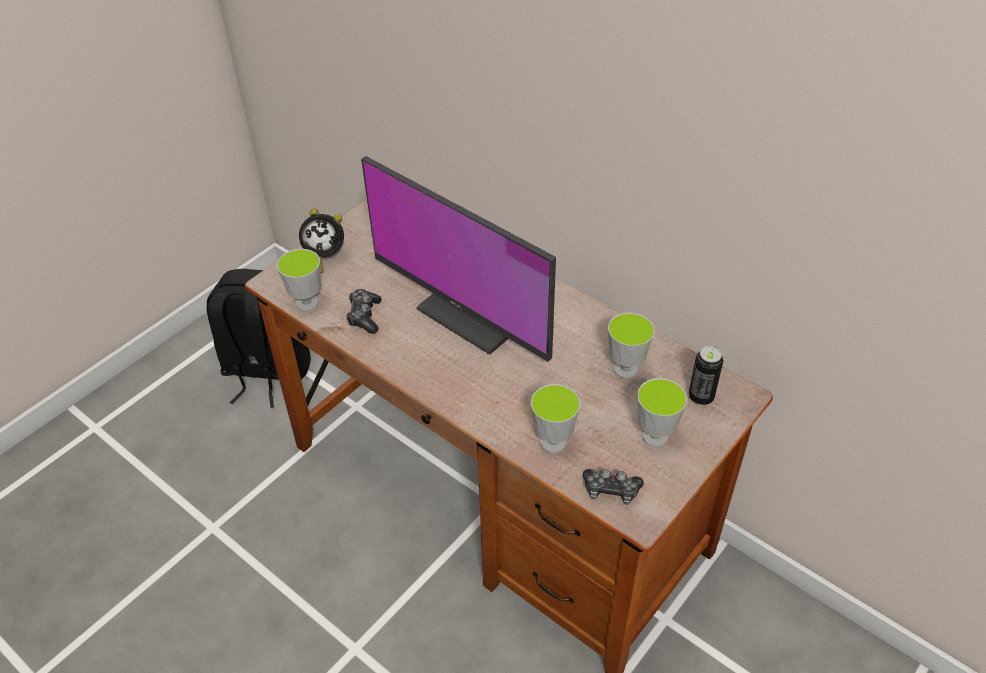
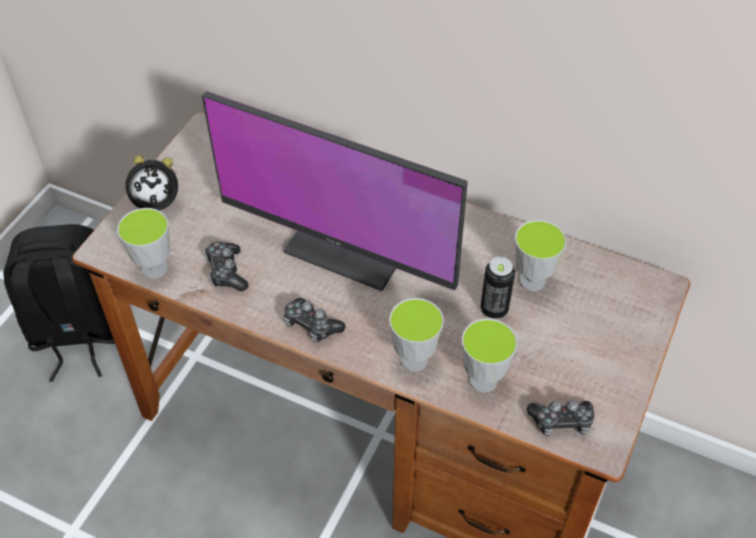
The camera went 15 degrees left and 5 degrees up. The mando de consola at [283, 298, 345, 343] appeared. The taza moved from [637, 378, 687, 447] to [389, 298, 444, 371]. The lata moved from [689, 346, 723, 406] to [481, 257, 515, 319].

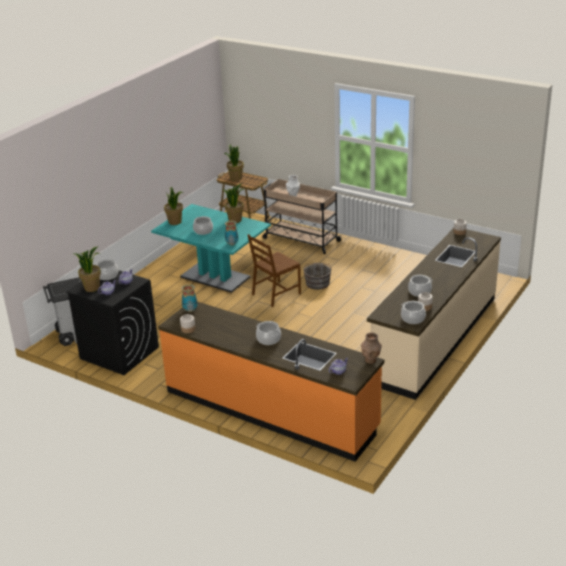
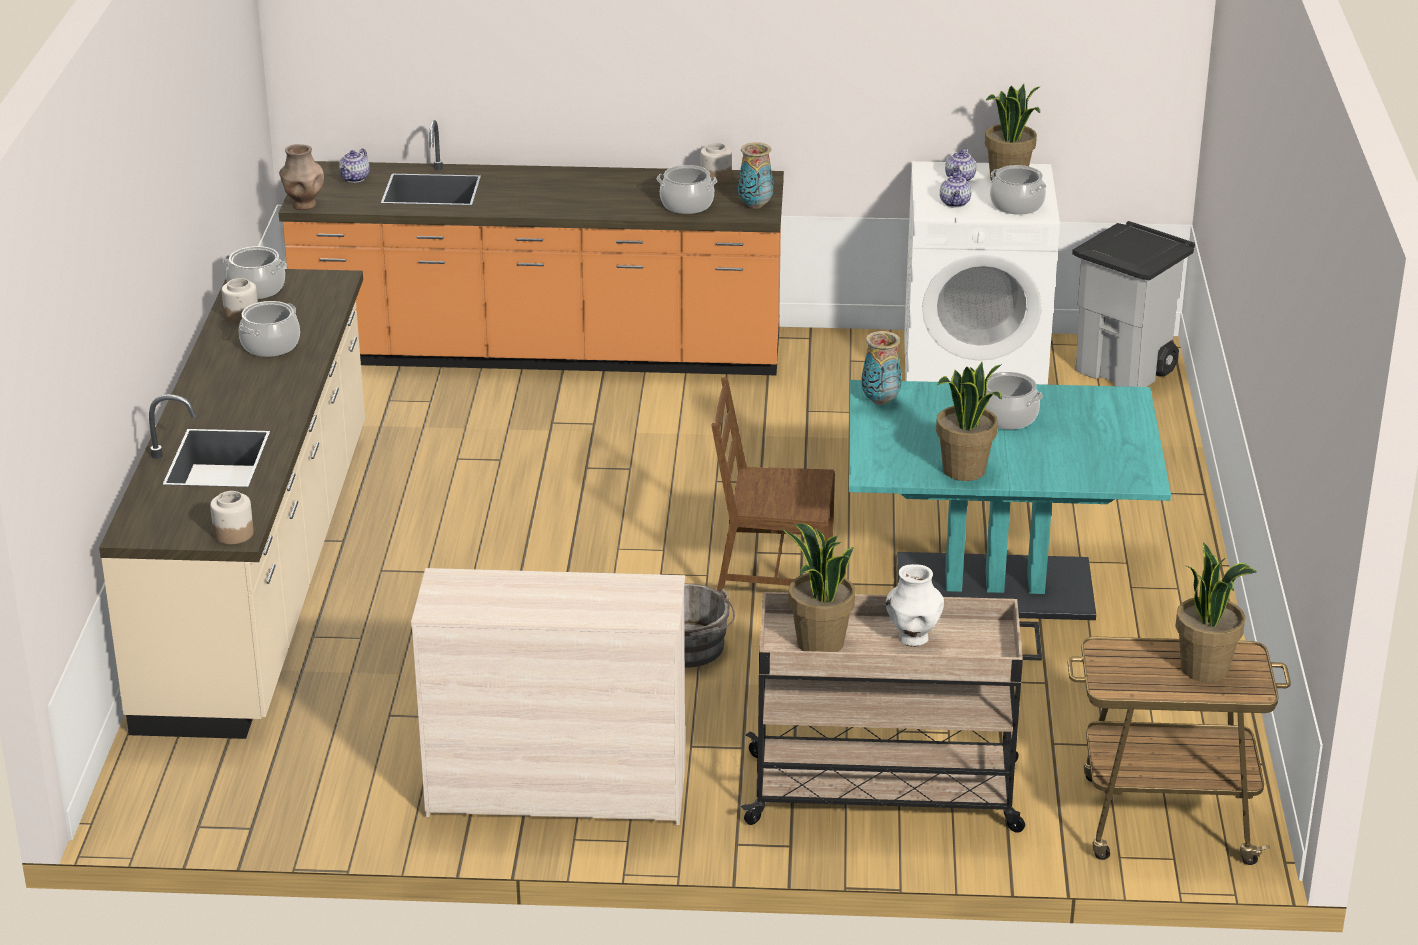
The camera went 150 degrees right and 0 degrees up. The cómoda/beis at [411, 568, 685, 825] appeared. The planta en maceta moved from [164, 186, 183, 225] to [781, 523, 855, 652]. The olla moved from [256, 321, 281, 345] to [657, 165, 717, 214]. The lavadora/negro at [66, 270, 159, 375] became the lavadora/blanco at [904, 161, 1060, 385]. The silla/marrón at [248, 234, 301, 307] turned 105 degrees counterclockwise.

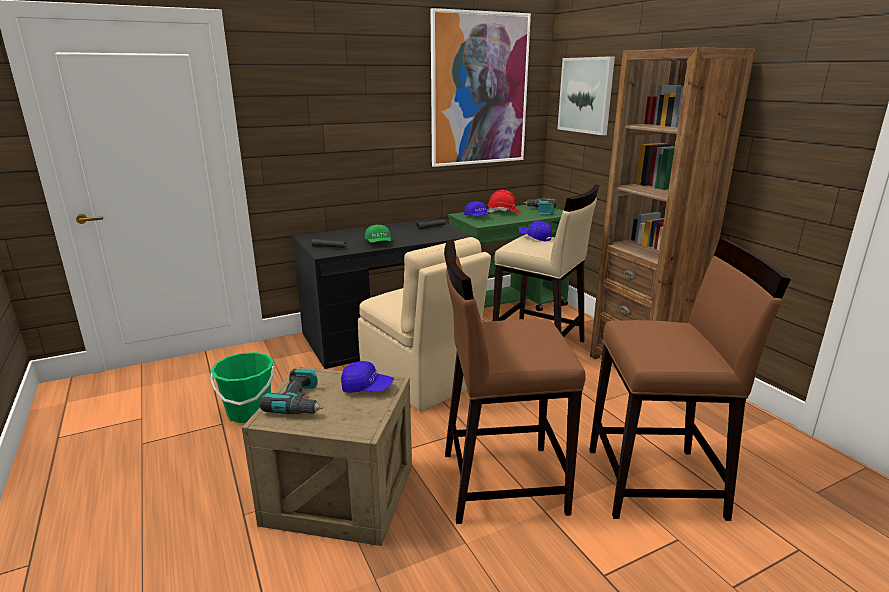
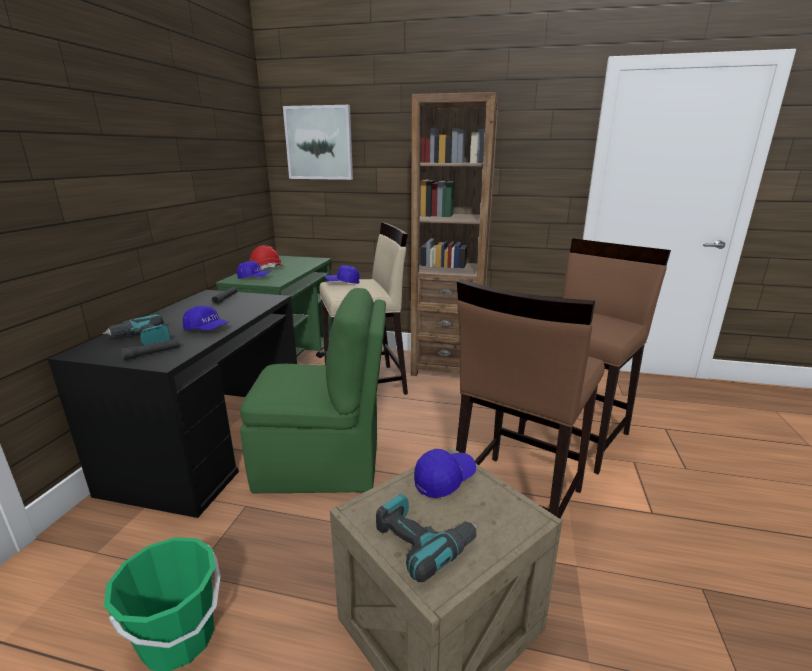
The camera went 50 degrees left and 0 degrees up. The cuadro at [430, 8, 531, 167] disappeared. The taladro moved from [524, 198, 557, 215] to [103, 314, 170, 345]. The silla/beis at [358, 237, 491, 411] became the silla/verde at [240, 288, 386, 494]. The gorra/verde at [365, 224, 391, 243] became the gorra/azul at [183, 306, 229, 330].

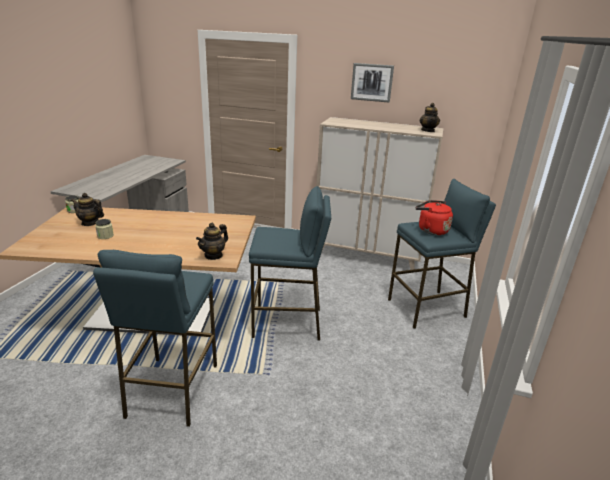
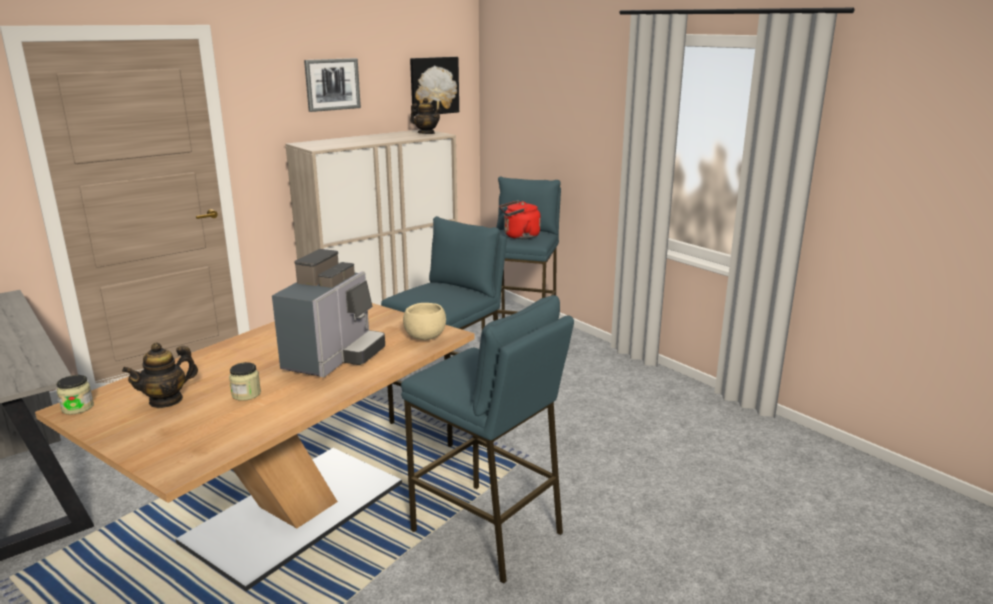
The camera went 55 degrees left and 5 degrees down. The cafetera at [272, 249, 385, 377] appeared. The cuadro at [410, 57, 459, 116] appeared. The tetera at [196, 223, 228, 260] was replaced by the cuenco/beis at [403, 303, 446, 340].

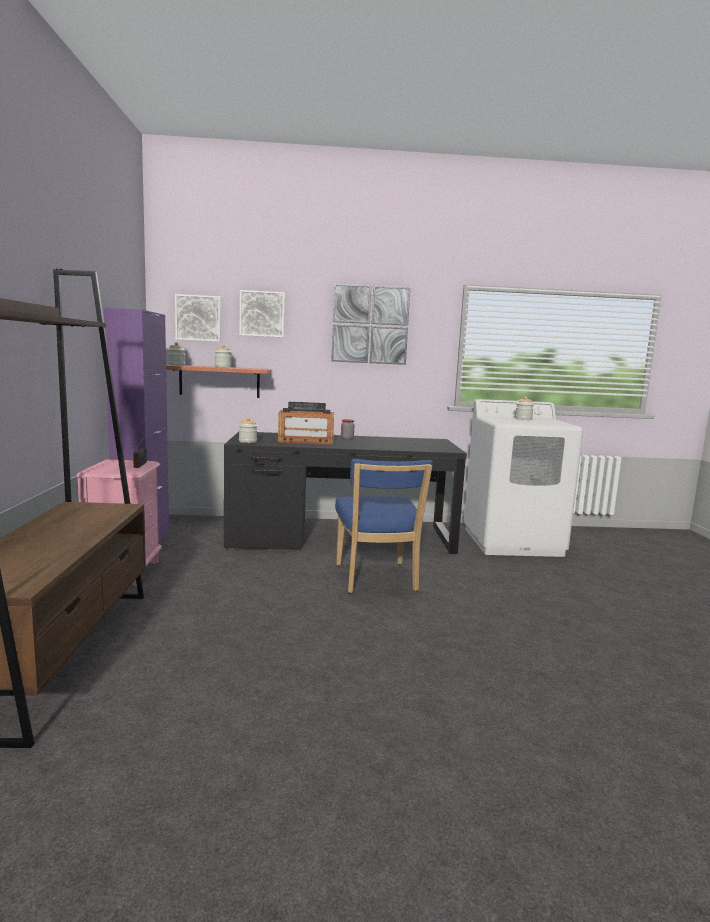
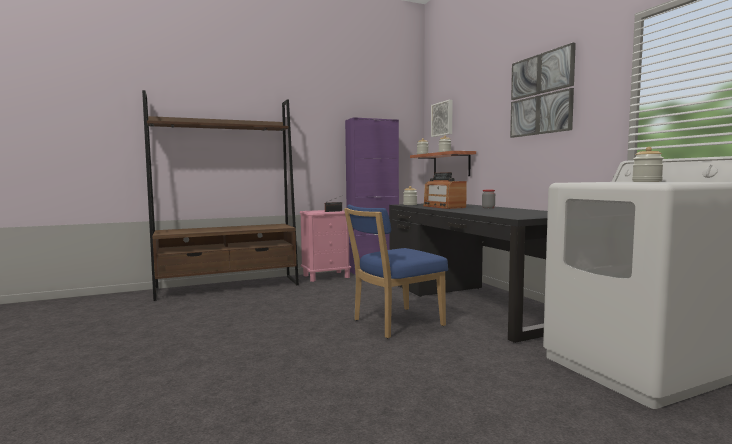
The camera went 70 degrees right and 5 degrees down. The cuadro at [240, 290, 285, 337] disappeared.

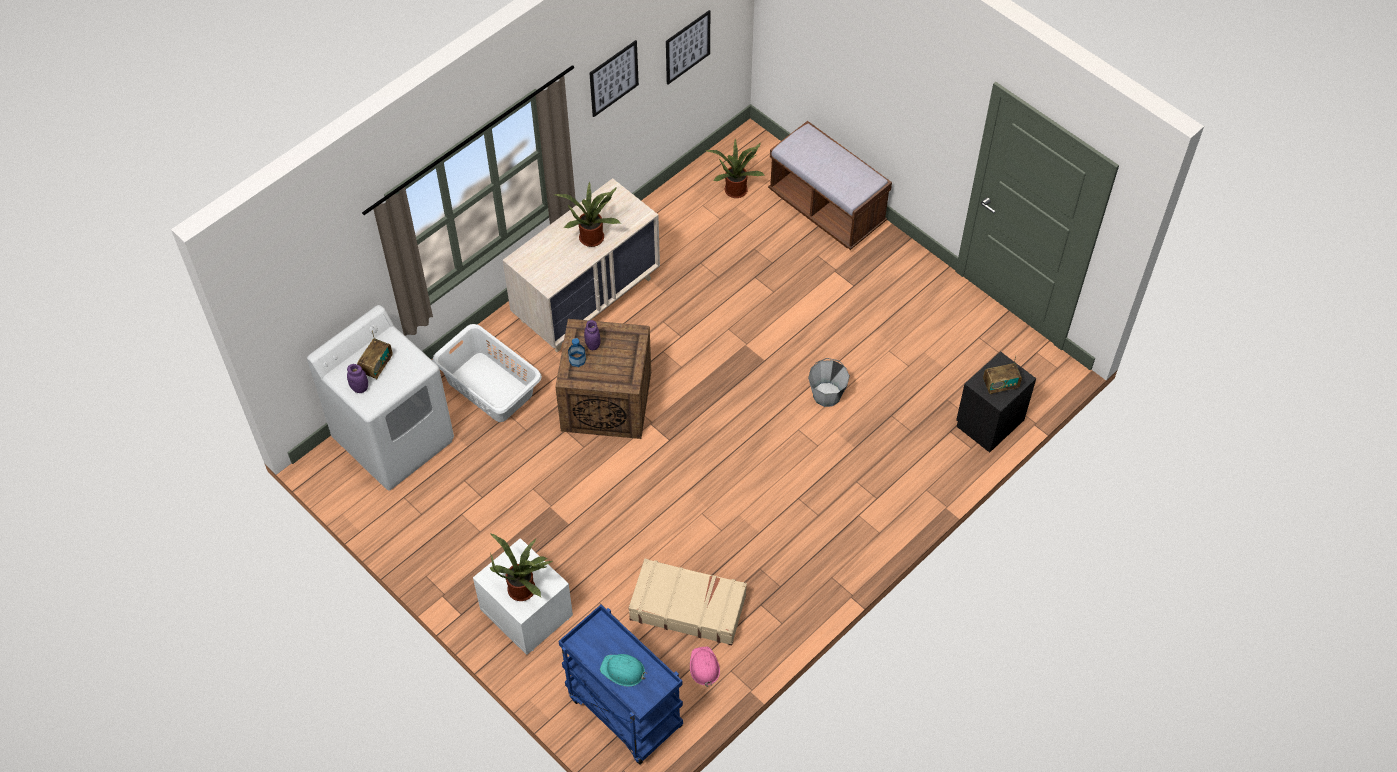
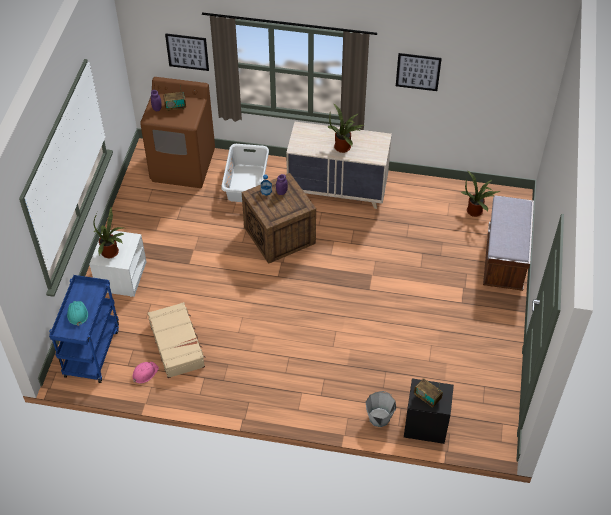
The camera went 55 degrees right and 5 degrees down. The cuadro moved from [666, 10, 710, 85] to [165, 33, 209, 71]. The cubo/gris moved from [808, 358, 850, 407] to [366, 391, 396, 427]. The lavadora/blanco at [307, 305, 454, 491] became the lavadora/marrón at [140, 77, 215, 188].

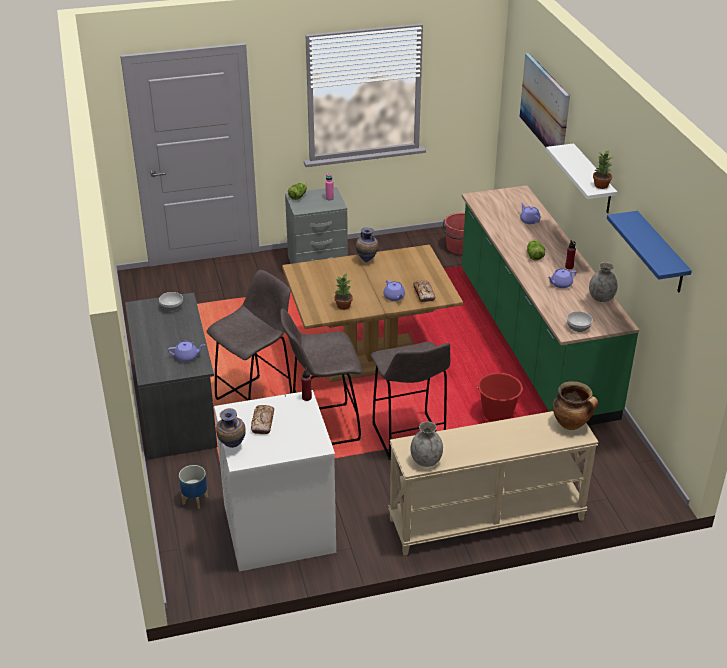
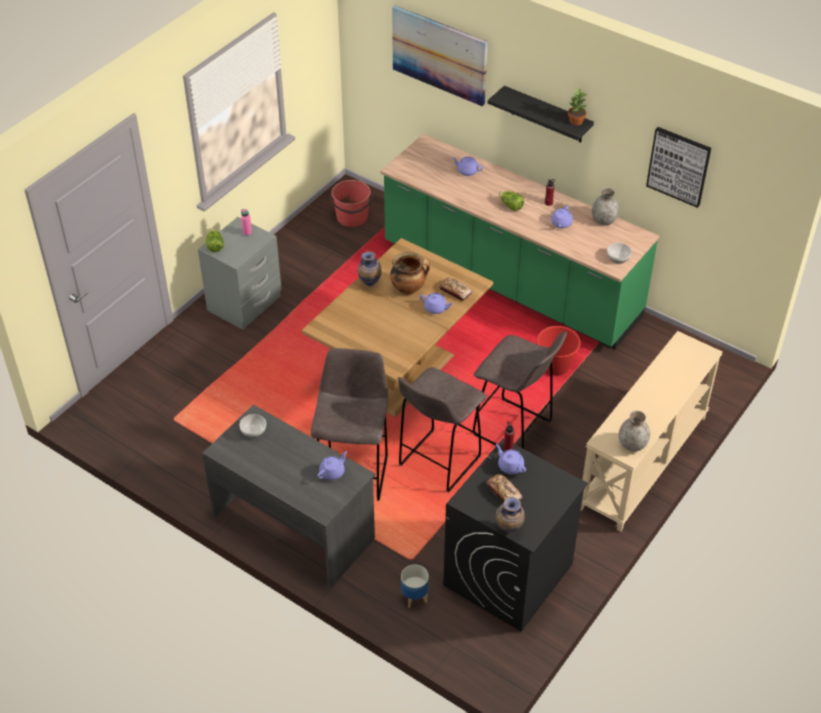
The camera went 40 degrees left and 10 degrees up. The planta en maceta at [334, 274, 353, 310] disappeared. The tetera/morado at [496, 444, 526, 474] appeared. The olla moved from [553, 381, 598, 430] to [390, 252, 430, 295]. The estante/azul at [607, 211, 692, 292] was replaced by the cuadro at [646, 127, 711, 208]. The lavadora/blanco at [214, 390, 336, 571] became the lavadora/negro at [443, 439, 588, 632]. The estante/blanco at [546, 143, 617, 213] became the estante/negro at [488, 86, 594, 143].

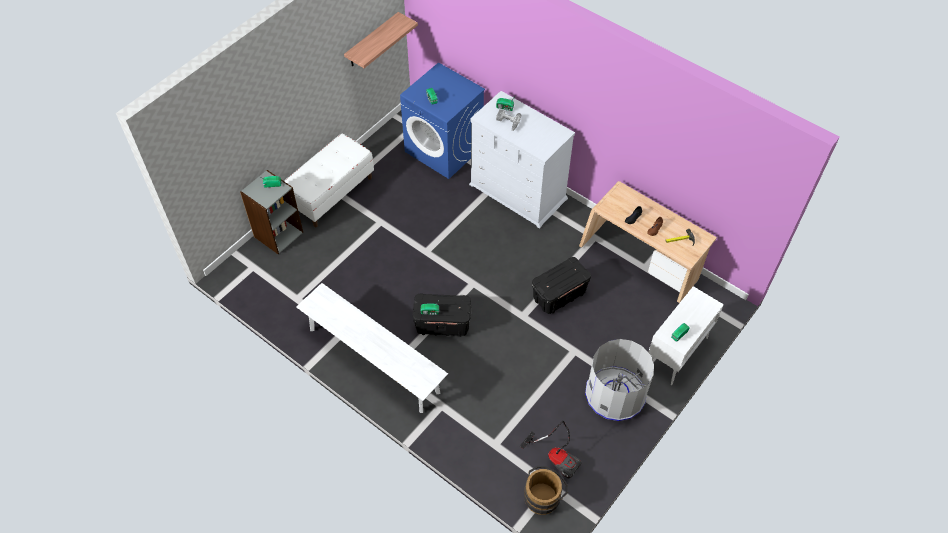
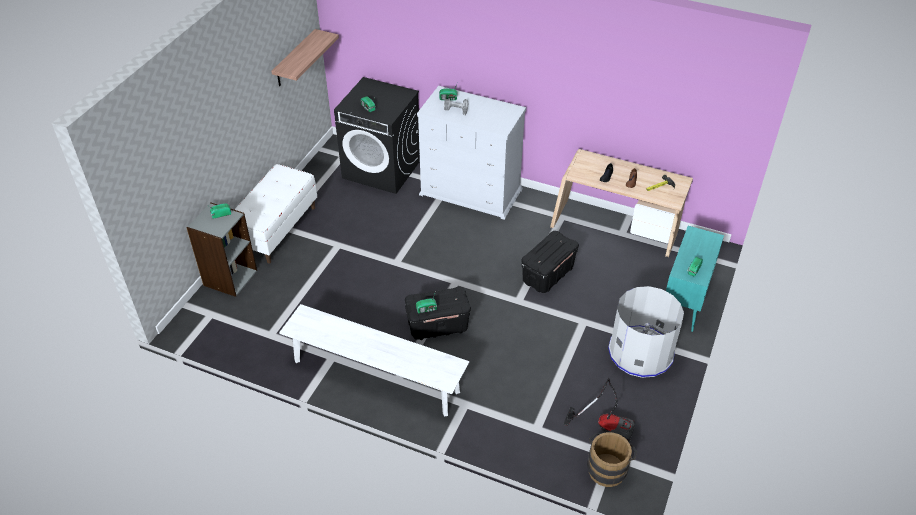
The camera went 15 degrees left and 10 degrees down. The lavadora/azul at [400, 62, 485, 179] became the lavadora/negro at [334, 77, 420, 194]. The armario/blanco at [648, 286, 724, 385] became the armario/turquesa at [666, 226, 724, 332].

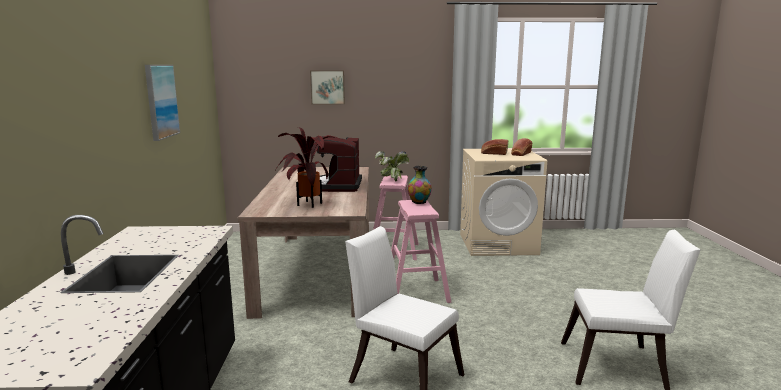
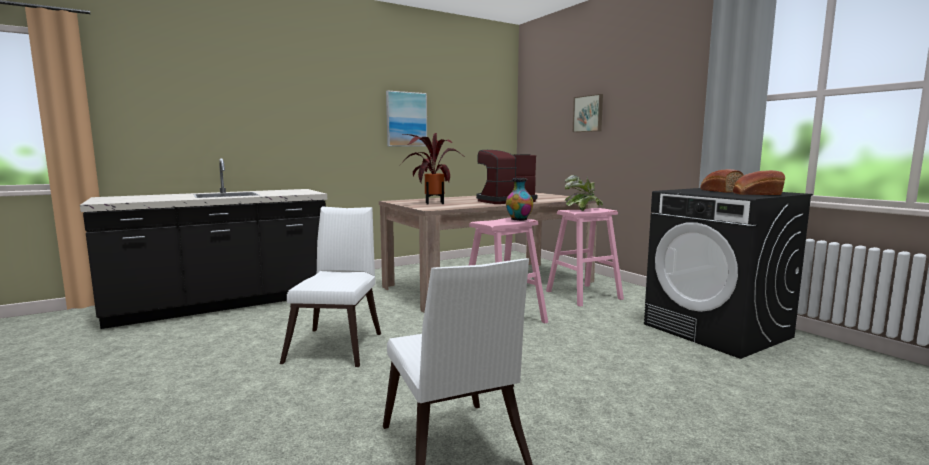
The camera went 60 degrees right and 5 degrees down. The lavadora/beis at [460, 149, 547, 256] became the lavadora/negro at [644, 188, 813, 359].

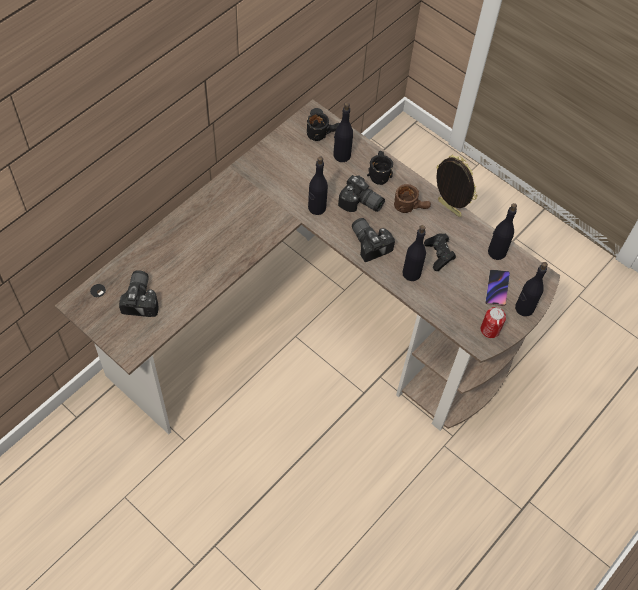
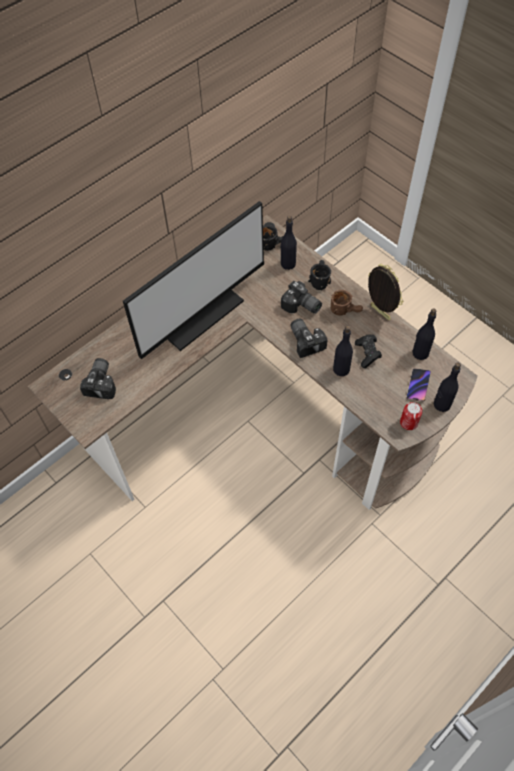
The camera went 10 degrees right and 0 degrees up. The botella/negro at [308, 156, 328, 215] disappeared. The monitor at [123, 201, 264, 359] appeared.

